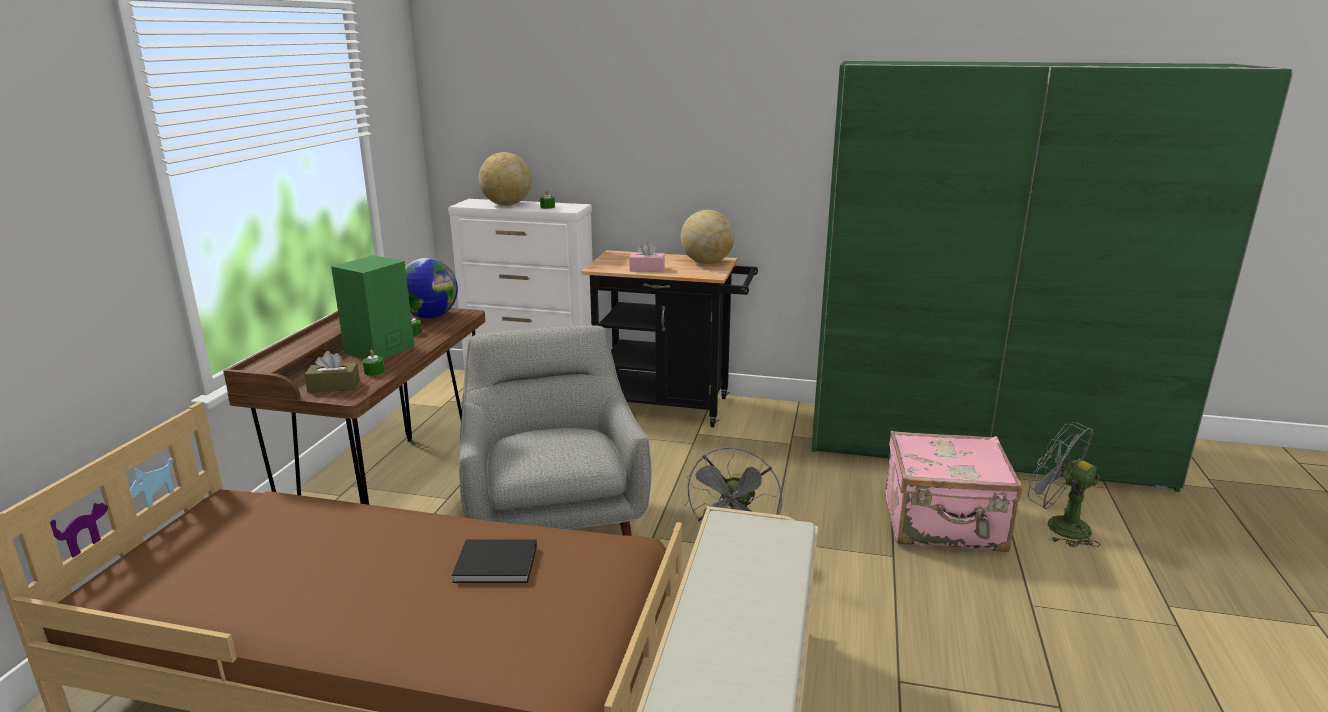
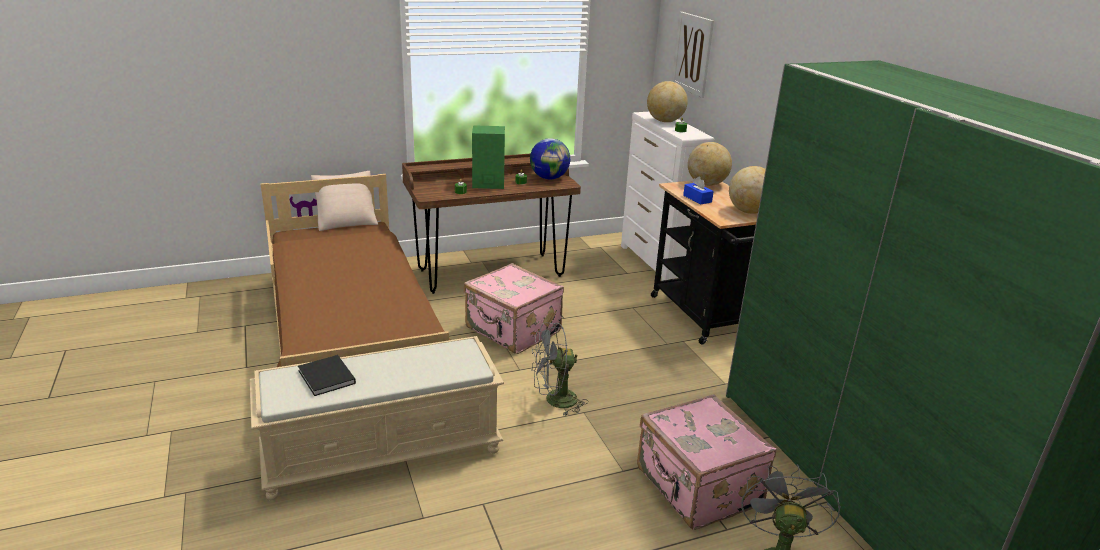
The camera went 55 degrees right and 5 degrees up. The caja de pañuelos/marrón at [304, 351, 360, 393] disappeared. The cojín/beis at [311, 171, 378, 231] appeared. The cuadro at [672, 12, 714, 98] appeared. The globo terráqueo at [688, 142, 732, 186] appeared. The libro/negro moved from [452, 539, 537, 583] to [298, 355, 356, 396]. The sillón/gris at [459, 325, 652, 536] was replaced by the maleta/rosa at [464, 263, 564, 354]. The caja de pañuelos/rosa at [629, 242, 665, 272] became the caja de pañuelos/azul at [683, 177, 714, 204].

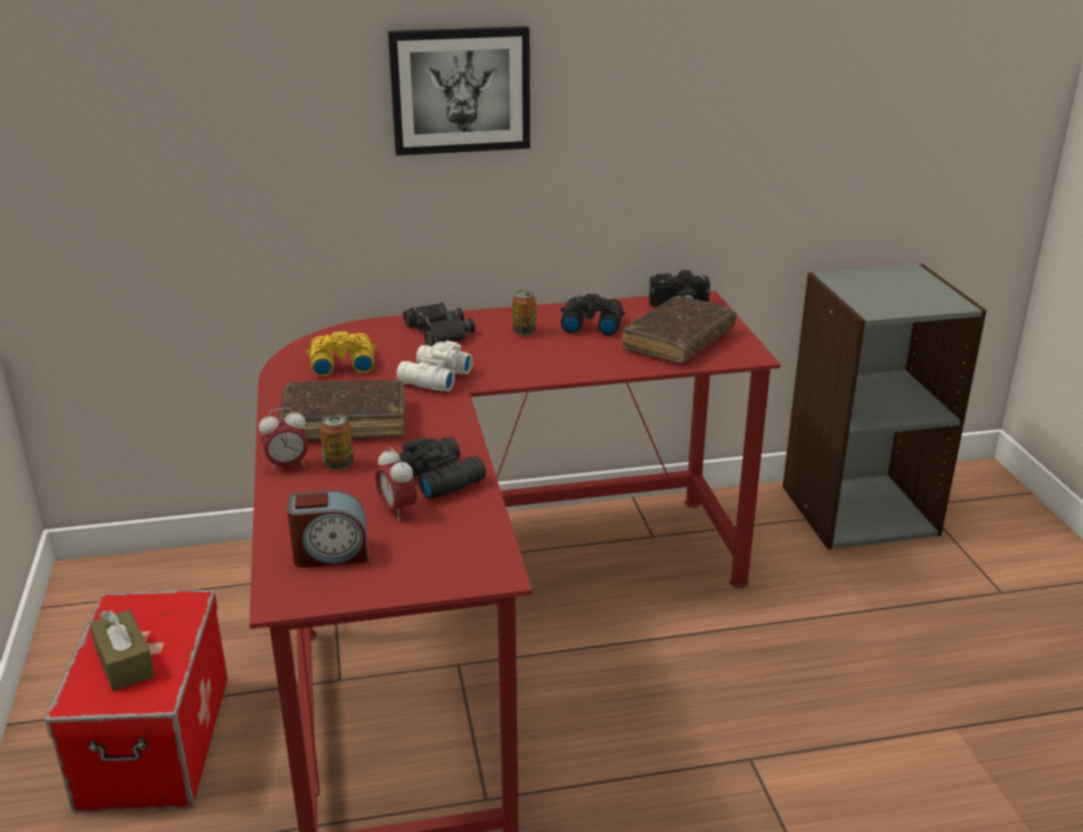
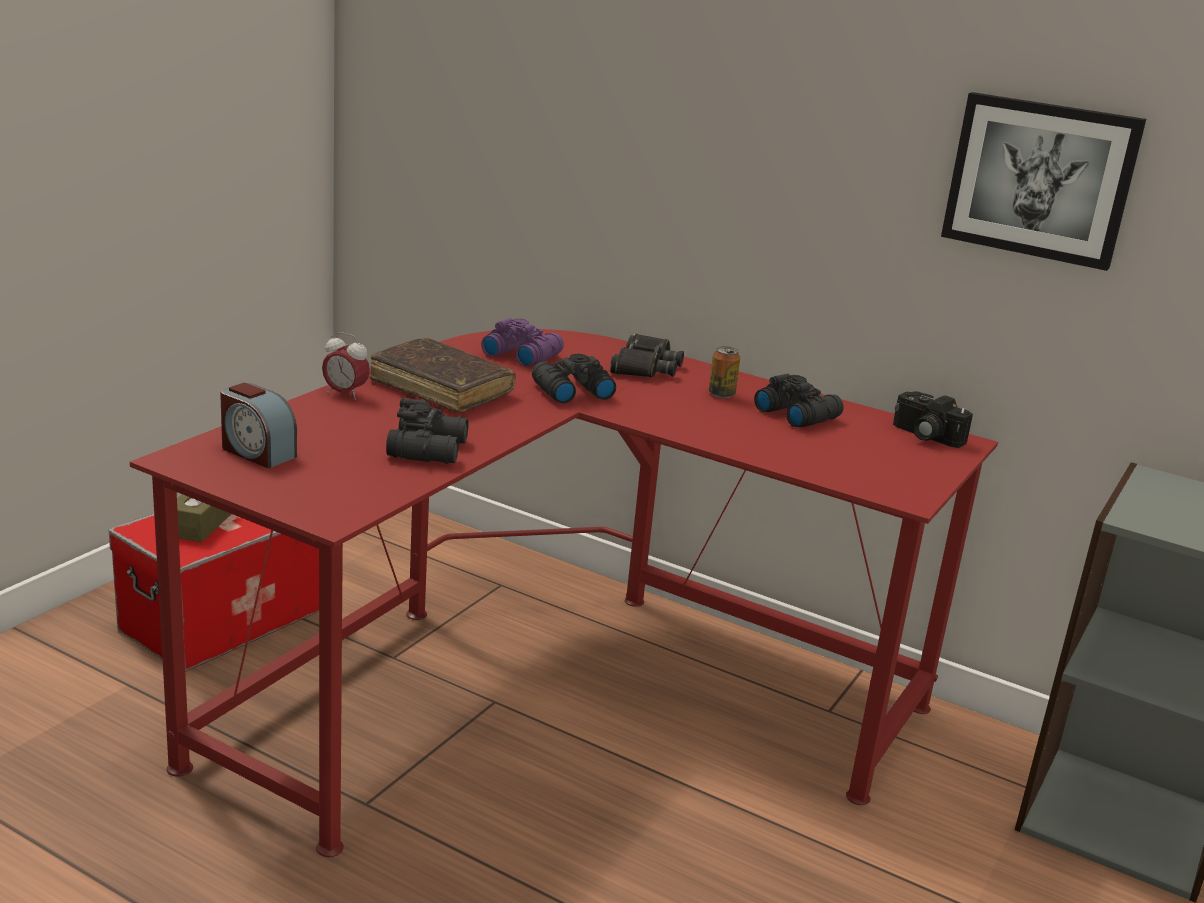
The camera went 40 degrees right and 5 degrees down. The lata at [320, 414, 353, 470] disappeared. The despertador at [375, 447, 417, 521] disappeared. The libro/marrón at [622, 296, 736, 363] disappeared. The cuadro moved from [388, 26, 530, 156] to [941, 92, 1146, 271]. The prismáticos/amarillo at [306, 331, 376, 377] became the prismáticos/morado at [481, 318, 564, 367]. The prismáticos/blanco at [397, 341, 473, 391] became the prismáticos/negro at [532, 354, 616, 404].

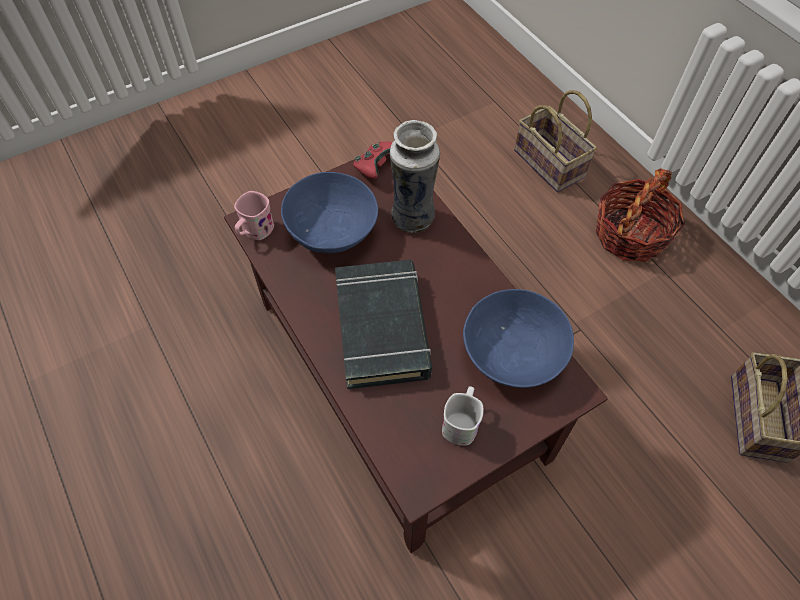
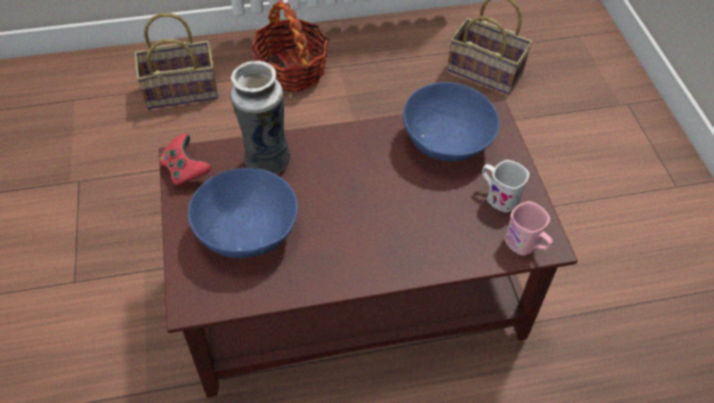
The camera went 70 degrees left and 5 degrees down. The libro/negro at [335, 260, 432, 389] disappeared. The taza grande/rosa moved from [234, 191, 274, 240] to [504, 201, 553, 256].

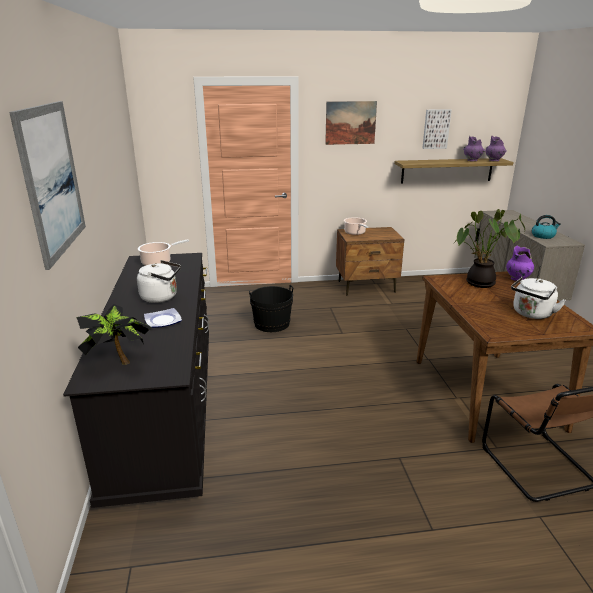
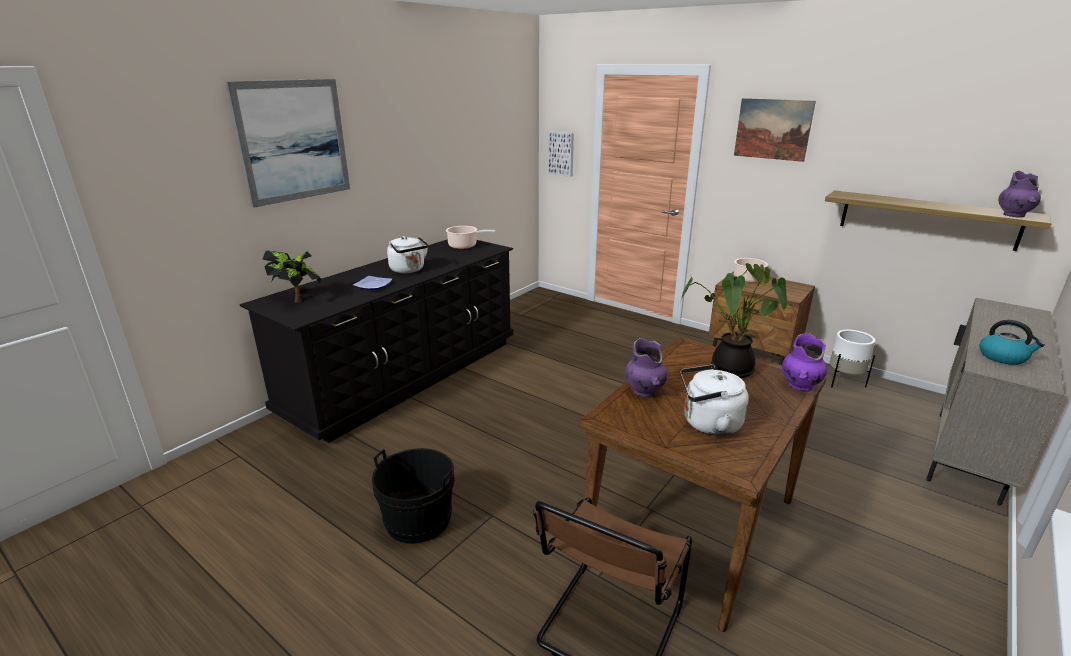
The camera went 45 degrees right and 0 degrees up. The maceta/blanco at [830, 330, 875, 387] appeared. The cubo/negro moved from [249, 285, 293, 332] to [372, 448, 455, 544]. The cuadro moved from [422, 109, 452, 149] to [548, 131, 574, 177]. The florero/morado moved from [463, 136, 486, 162] to [625, 338, 667, 398].

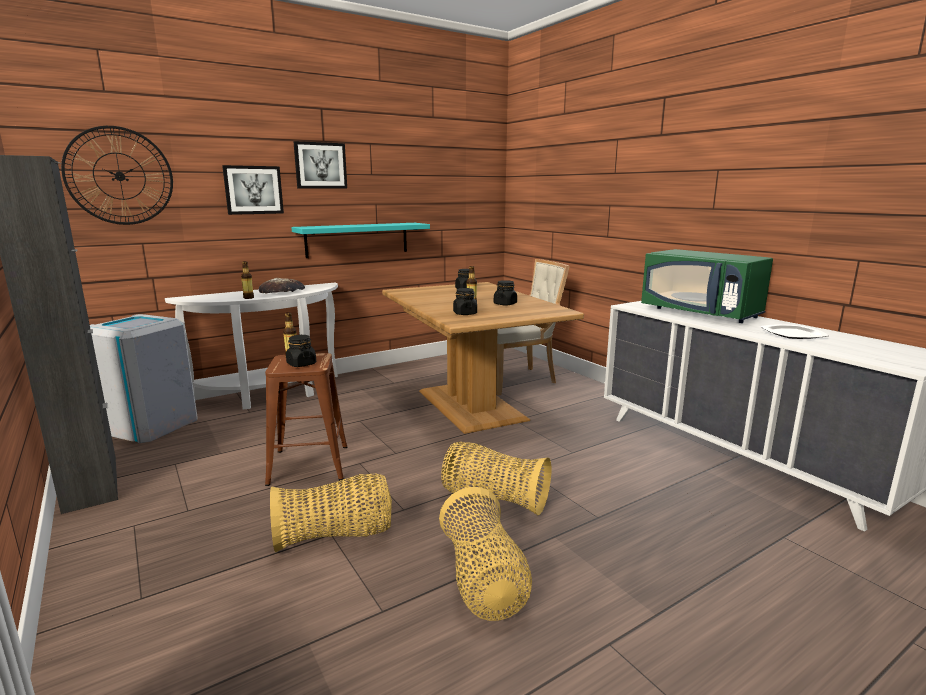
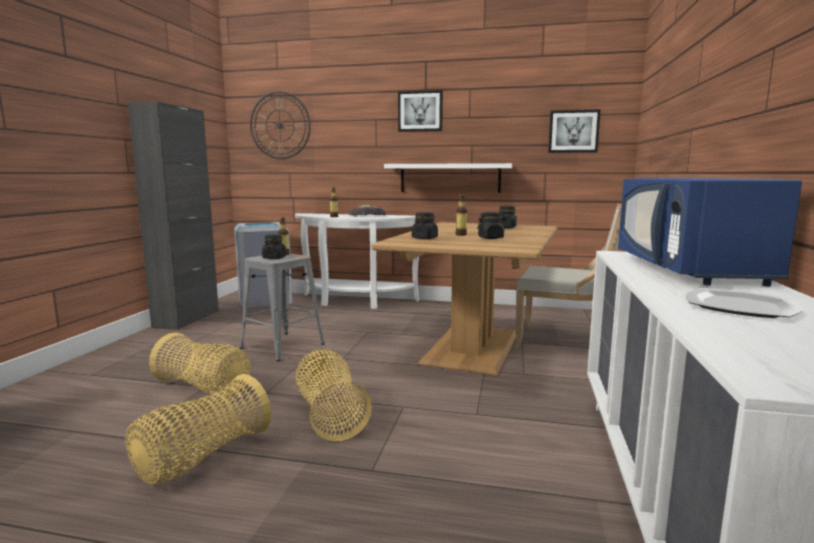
The camera went 45 degrees right and 5 degrees down. The cuadro moved from [222, 165, 284, 215] to [548, 109, 601, 153]. The taburete/marrón at [265, 353, 347, 486] became the taburete/gris at [239, 254, 325, 361]. The estante/turquesa at [291, 223, 430, 258] became the estante/blanco at [384, 163, 512, 193]. The microondas/verde at [641, 249, 773, 323] became the microondas/azul at [618, 178, 802, 287].

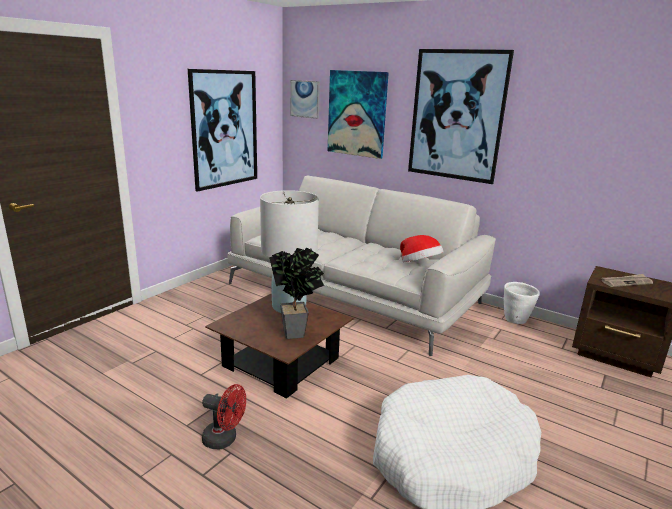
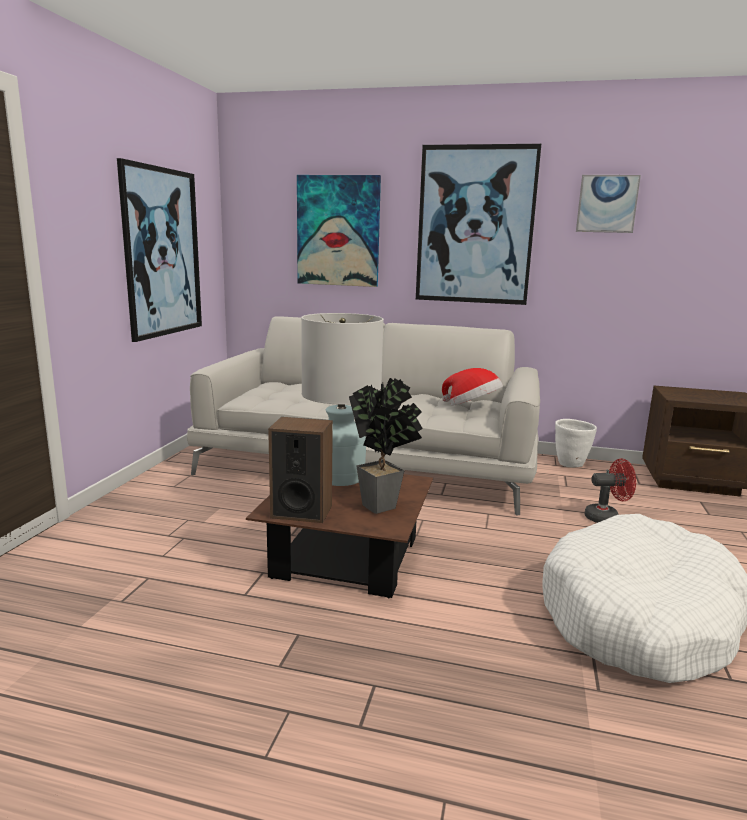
The camera went 20 degrees left and 5 degrees down. The periódico at [602, 274, 653, 287] disappeared. The altavoz at [268, 417, 333, 523] appeared. The ventilador/rojo moved from [202, 384, 246, 449] to [585, 459, 636, 523]. The cuadro moved from [290, 80, 320, 119] to [576, 175, 641, 233].

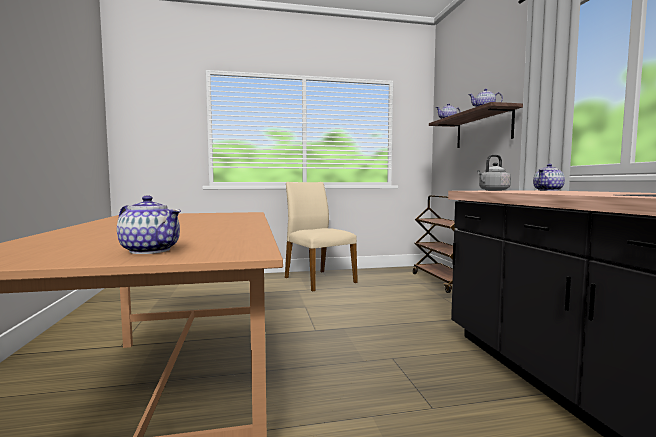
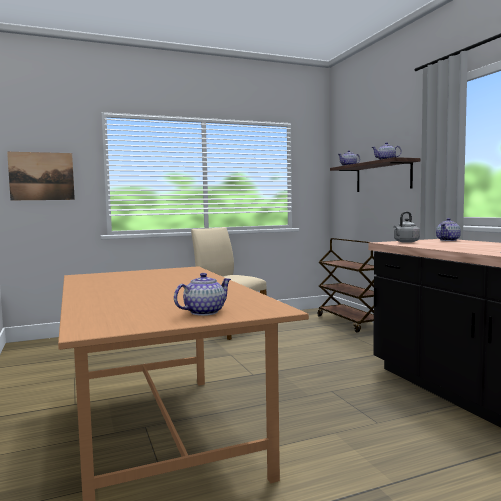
The camera went 10 degrees left and 0 degrees up. The cuadro at [7, 152, 75, 200] appeared. The tetera at [117, 195, 181, 254] turned 60 degrees counterclockwise.

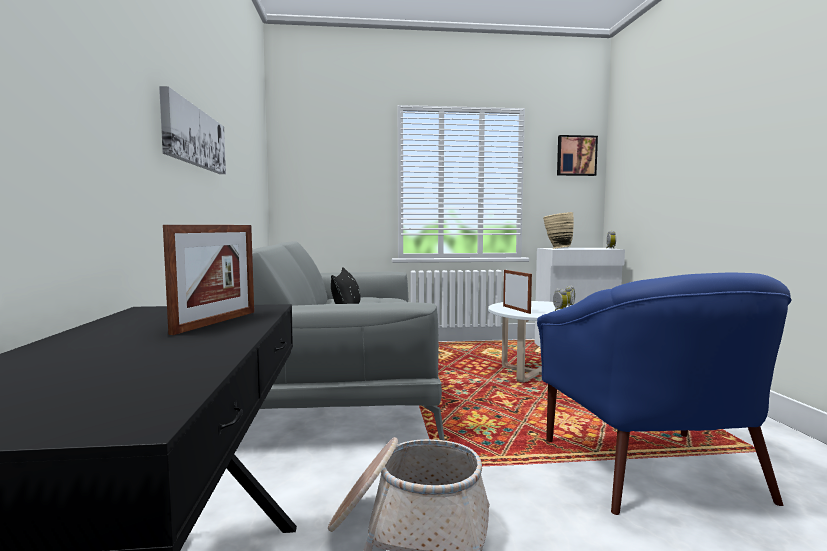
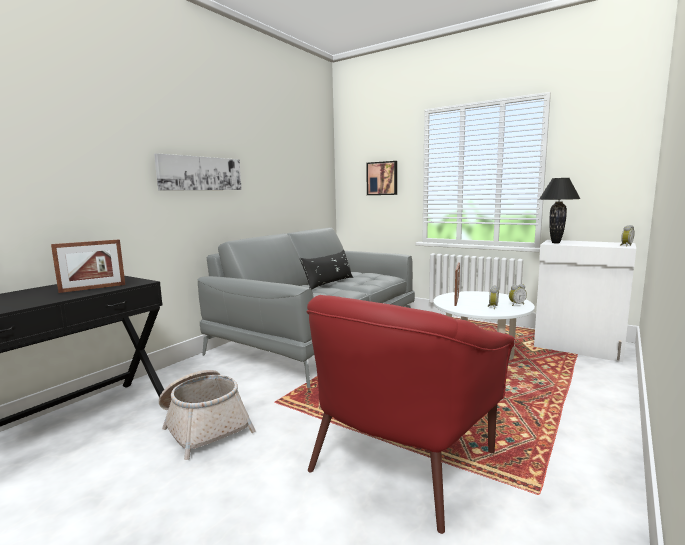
The camera went 40 degrees right and 5 degrees up. The cuadro moved from [557, 135, 598, 176] to [366, 161, 397, 195]. The florero/beis at [543, 212, 574, 249] was replaced by the lámpara de mesa/negro at [539, 178, 580, 243]. The sillón/azul at [537, 273, 792, 515] became the sillón/rojo at [306, 295, 515, 534].

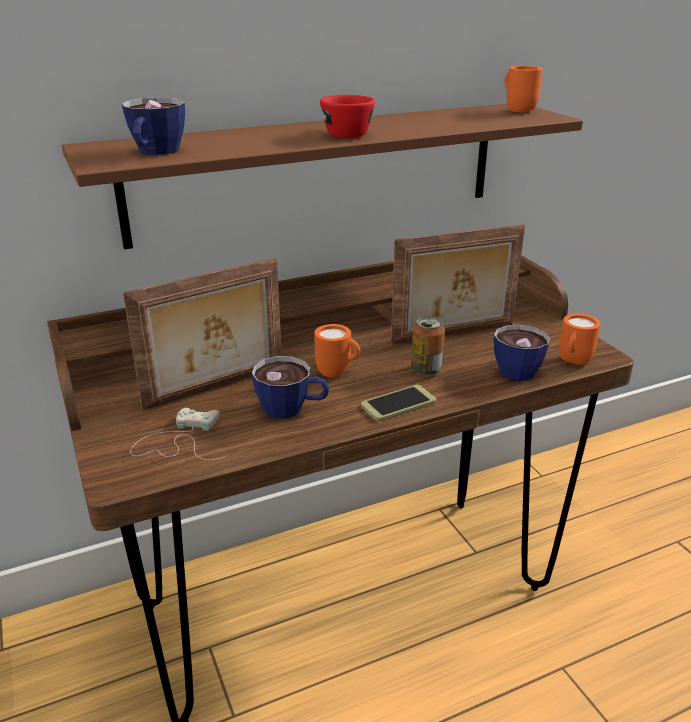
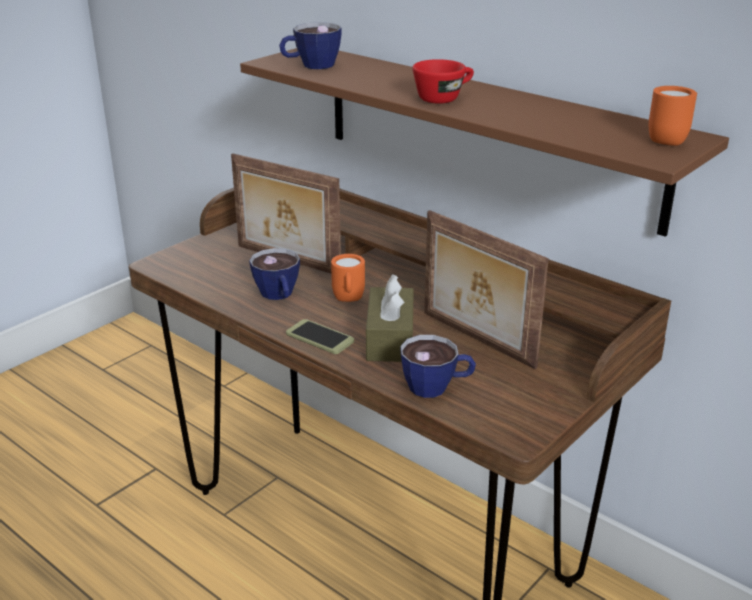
The camera went 65 degrees right and 0 degrees up. The mando de consola/blanco at [130, 408, 226, 460] disappeared. The taza grande/naranja at [559, 314, 601, 365] disappeared. The lata at [411, 316, 445, 376] was replaced by the caja de pañuelos/marrón at [366, 274, 414, 362].

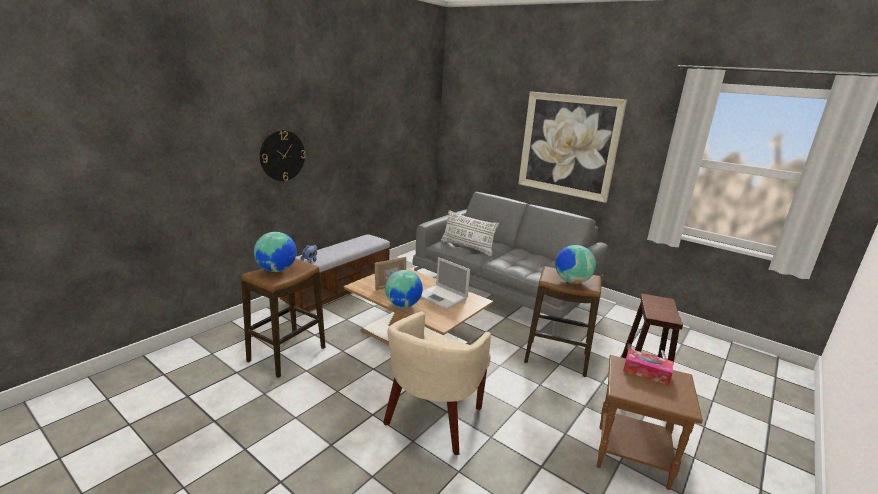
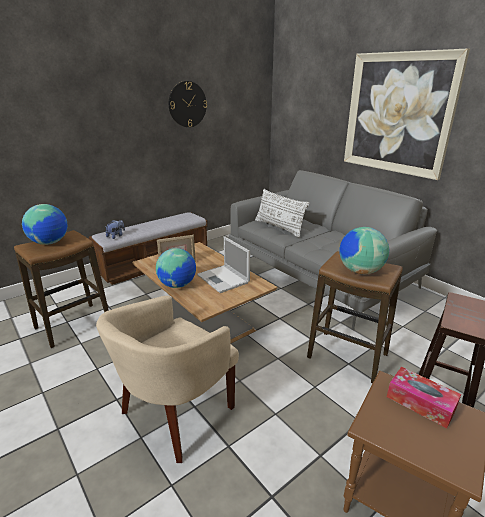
The camera went 15 degrees right and 5 degrees up. The reloj de pared moved from [260, 130, 306, 181] to [169, 81, 207, 127].

